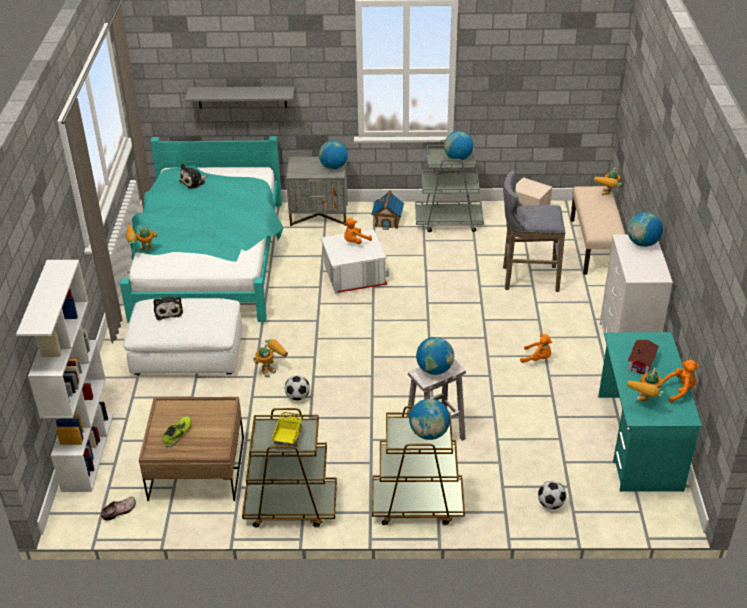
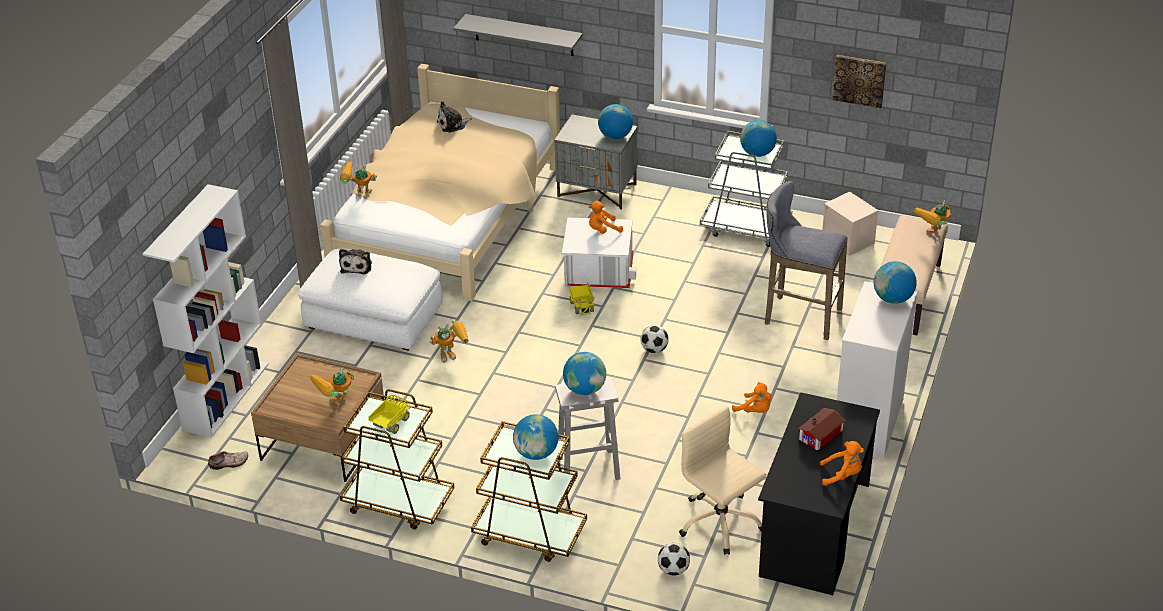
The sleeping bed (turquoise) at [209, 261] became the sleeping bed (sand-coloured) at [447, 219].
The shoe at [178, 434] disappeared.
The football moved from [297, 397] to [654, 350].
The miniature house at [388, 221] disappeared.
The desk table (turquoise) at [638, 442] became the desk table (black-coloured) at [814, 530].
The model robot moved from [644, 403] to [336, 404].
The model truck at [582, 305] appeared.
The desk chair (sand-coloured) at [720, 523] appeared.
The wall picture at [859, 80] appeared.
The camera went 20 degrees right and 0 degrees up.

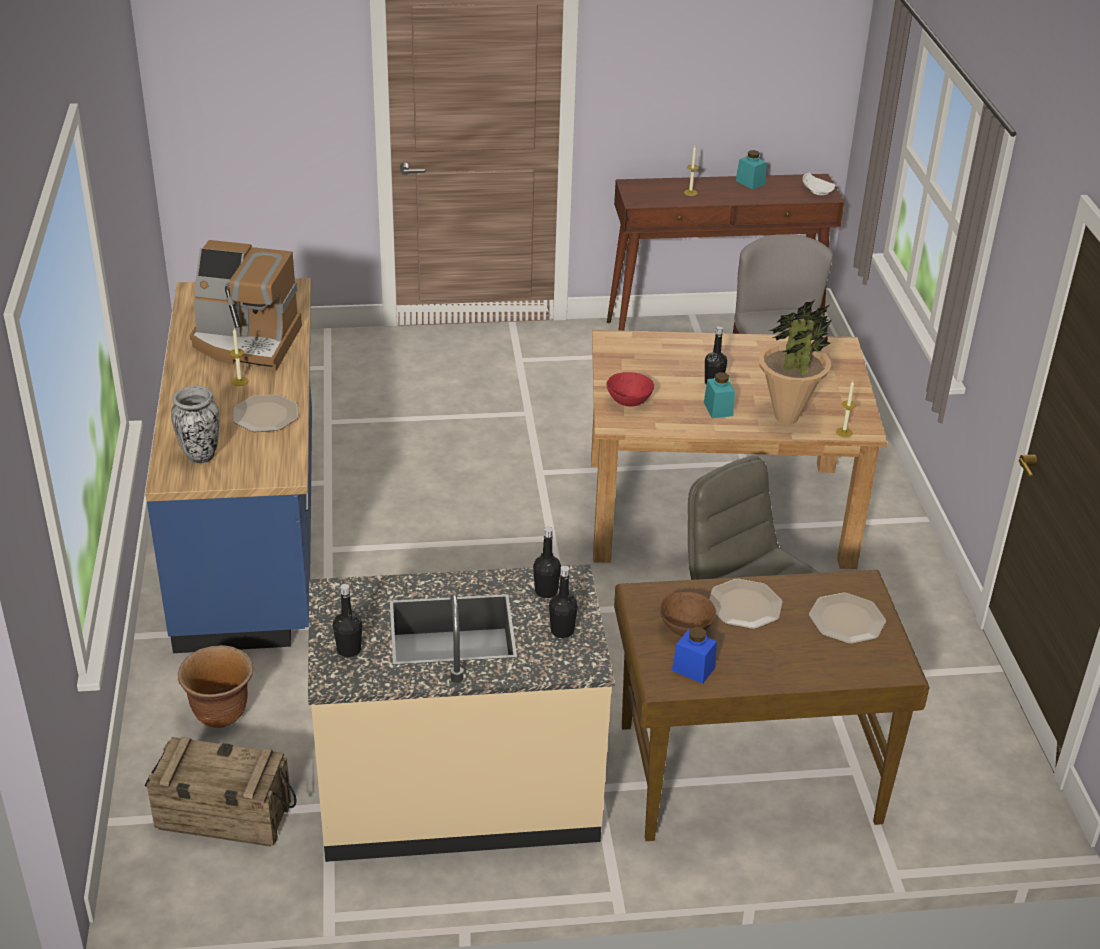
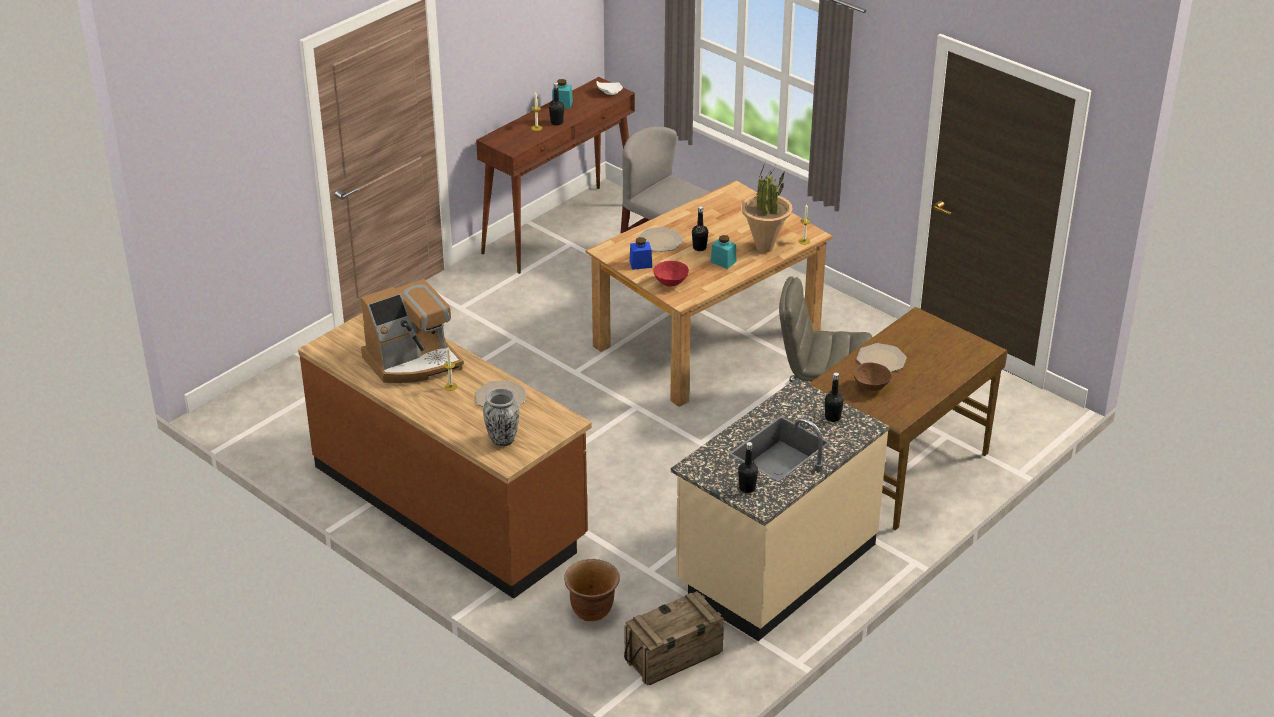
The counter (bluish) at [252, 529] became the counter (brownish) at [450, 503].
The bottle (black-coloured) moved from [546, 591] to [557, 122].
The preserve jar (bluish) moved from [693, 669] to [640, 264].
The dinner plate moved from [846, 620] to [660, 241].
The camera went 40 degrees left and 0 degrees up.

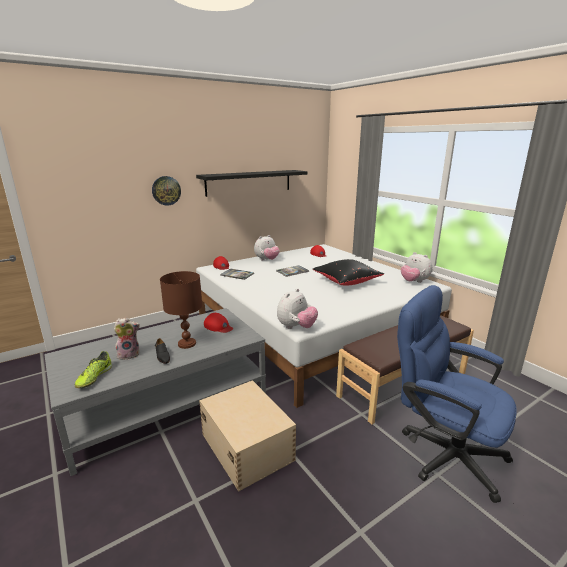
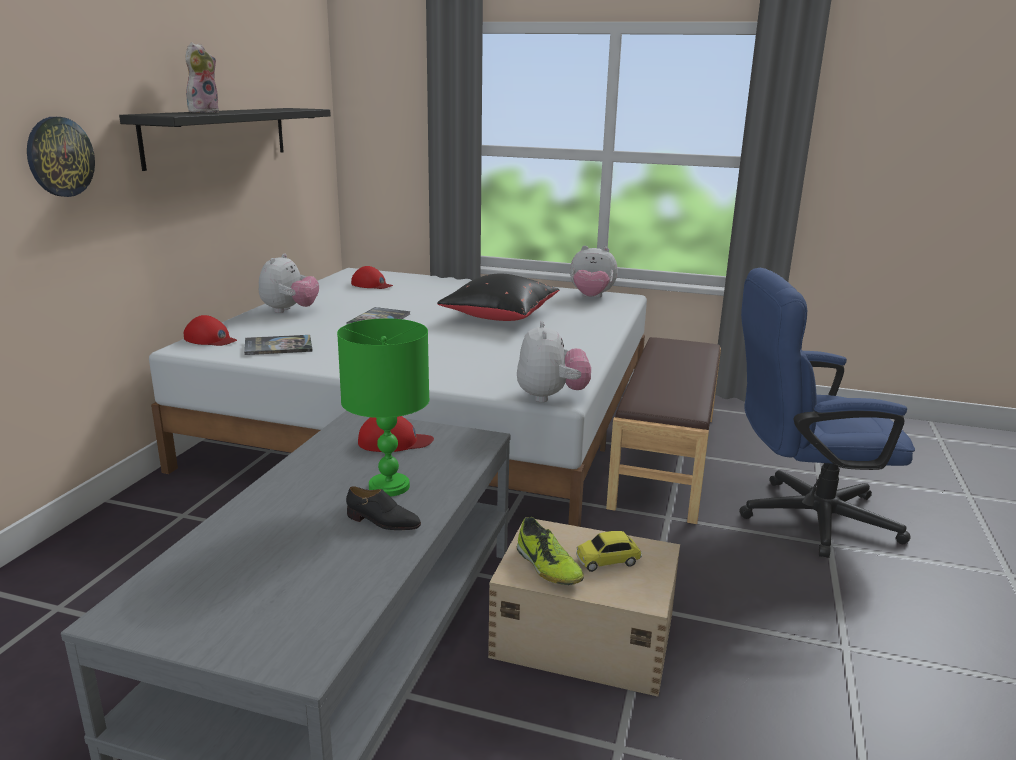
The shoe moved from [94, 377] to [547, 567].
The cuddly toy moved from [129, 354] to [203, 112].
The table lamp (brownish) at [186, 343] became the table lamp (greenish) at [388, 486].
The miniature car at [608, 561] appeared.
The camera went 40 degrees left and 0 degrees up.

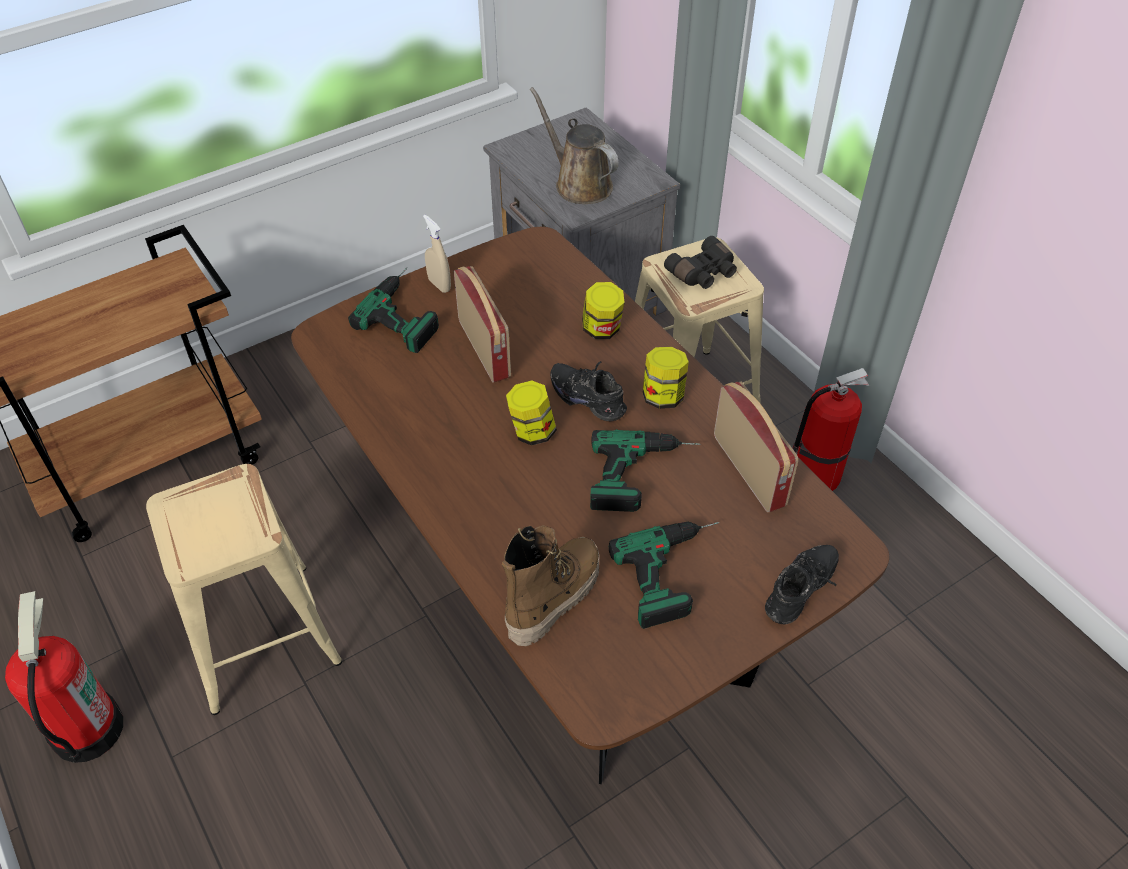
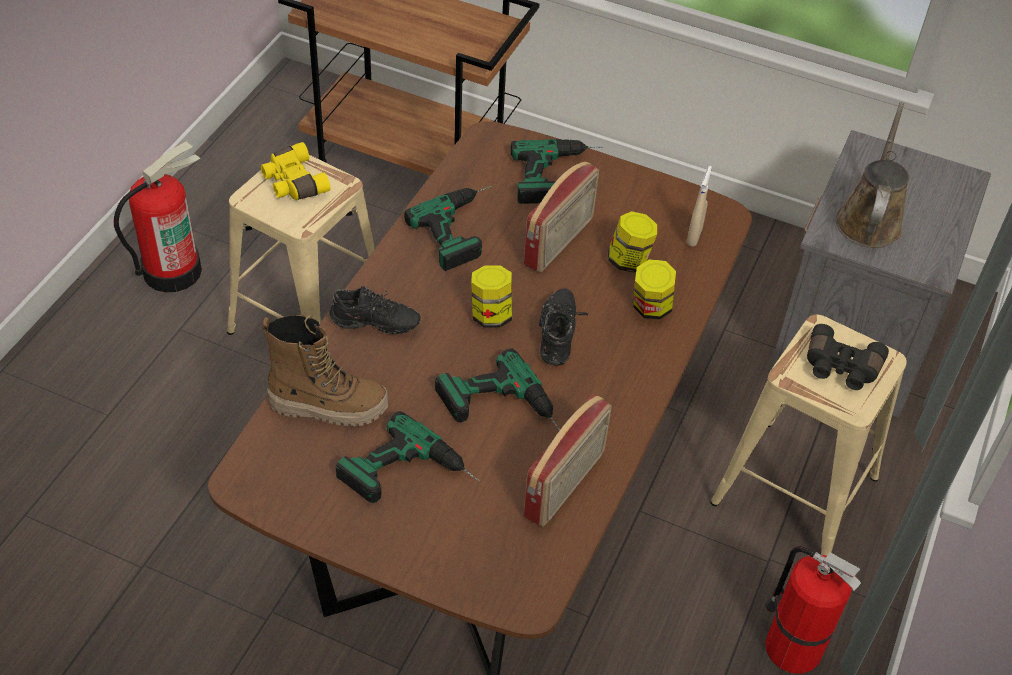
The spray bottle (sand-coloured) moved from [439, 285] to [694, 237].
The preserve jar moved from [663, 396] to [629, 261].
The shoe (black-coloured) moved from [802, 593] to [374, 326].
The field glasses (yellow) at [293, 182] appeared.
The electric drill at [464, 228] appeared.
The camera went 55 degrees right and 0 degrees up.

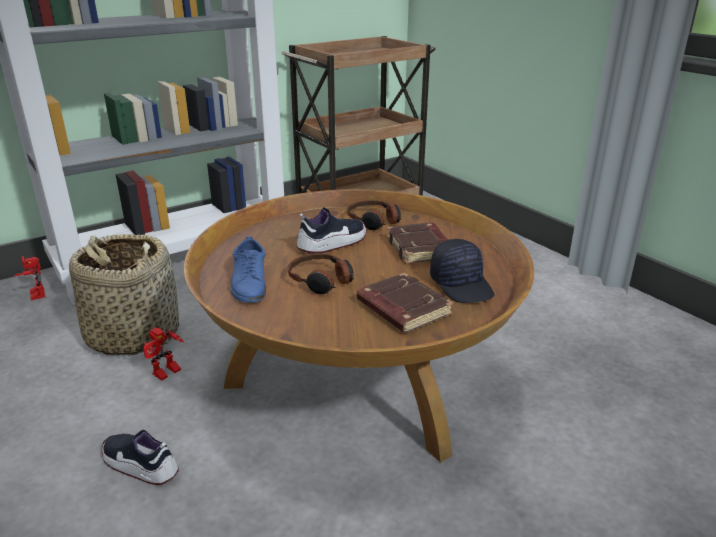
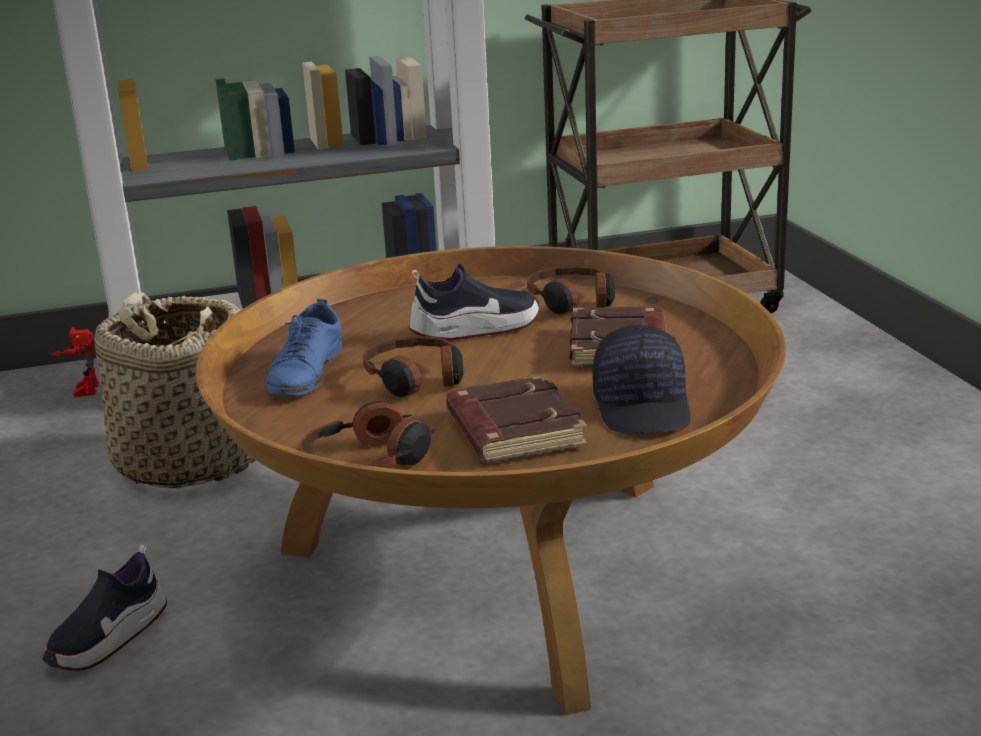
The shoe at [141, 466] turned 105 degrees counterclockwise.
The model robot at [167, 374] disappeared.
The pair of headphones at [369, 461] appeared.
The camera went 20 degrees right and 5 degrees down.

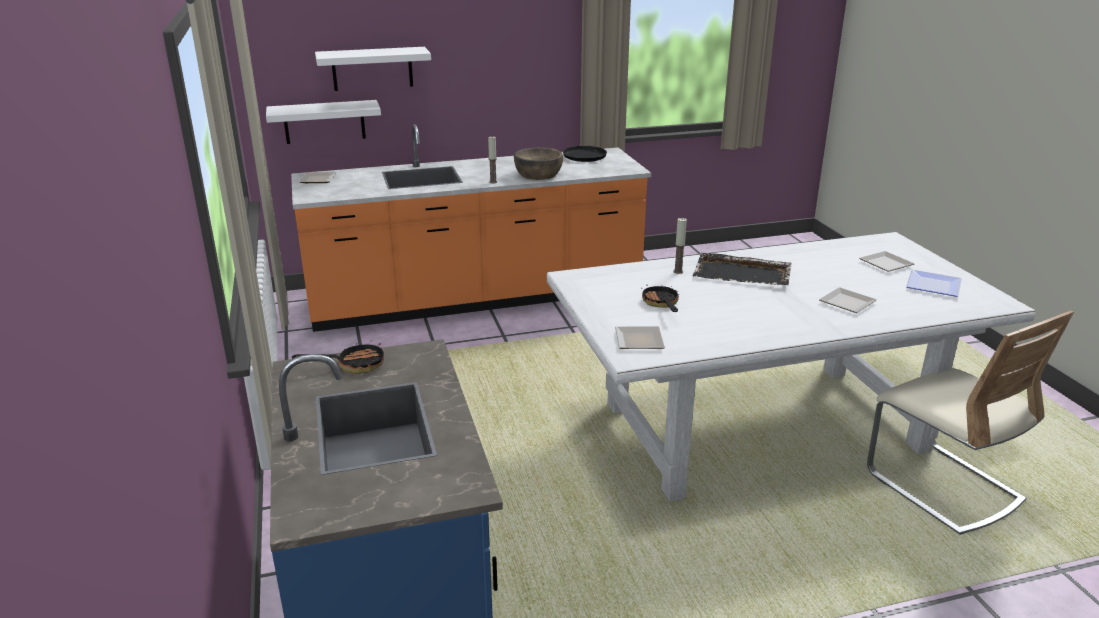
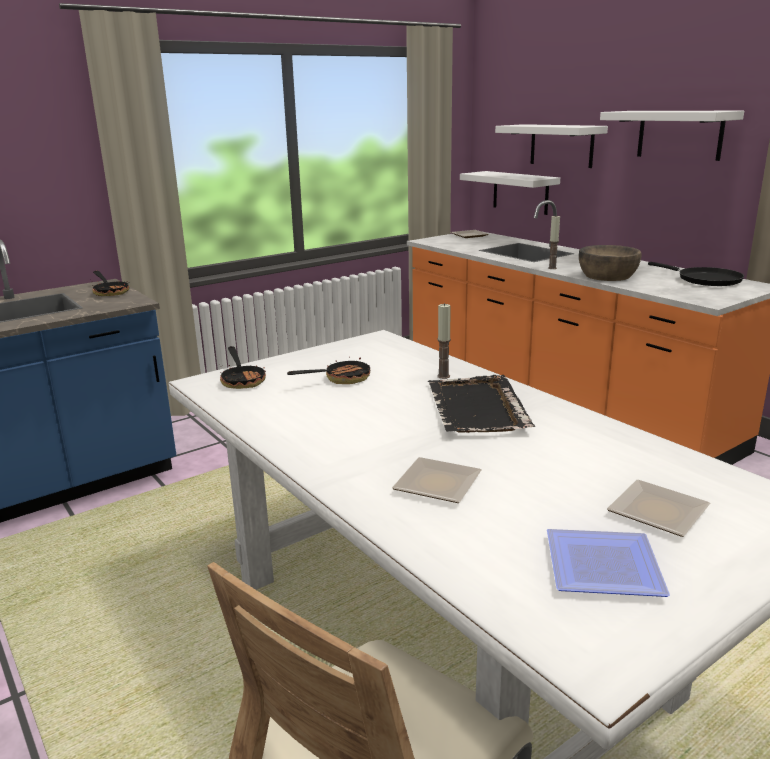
The dinner plate at [637, 340] was replaced by the skillet at [242, 380].
The wall shelf (white-coloured) at [679, 134] appeared.
The camera went 70 degrees right and 5 degrees down.

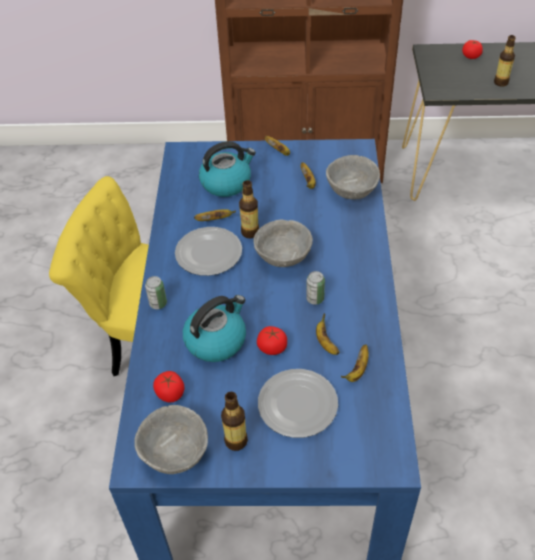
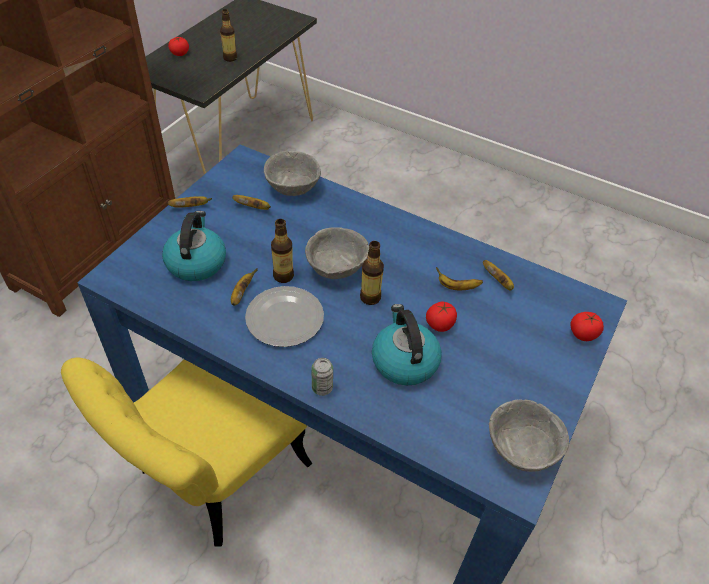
The tomato moved from [170, 393] to [583, 334].
The bottle moved from [236, 441] to [370, 297].
The dinner plate at [299, 404] disappeared.
The sealed can at [315, 299] disappeared.
The camera went 65 degrees left and 0 degrees up.

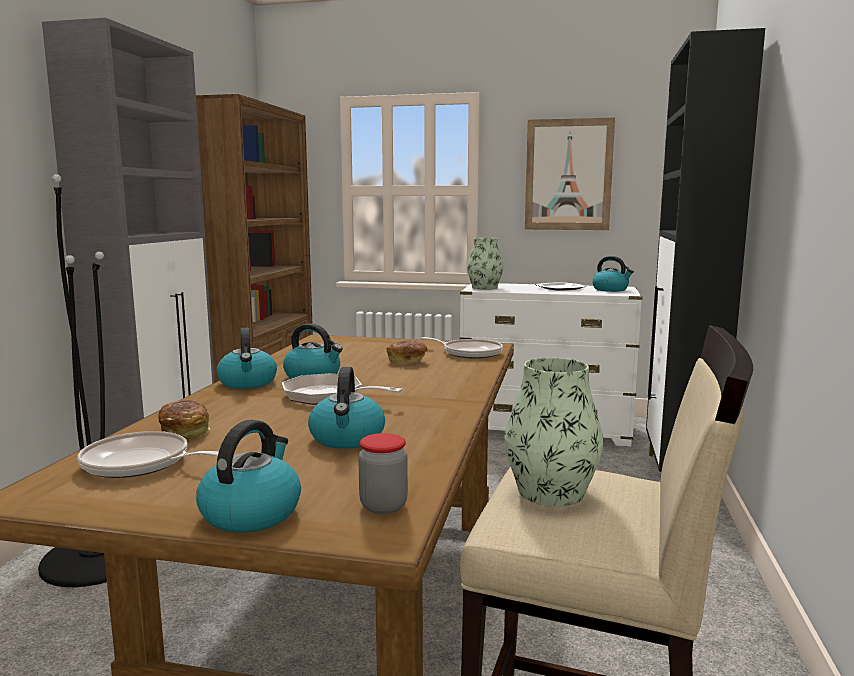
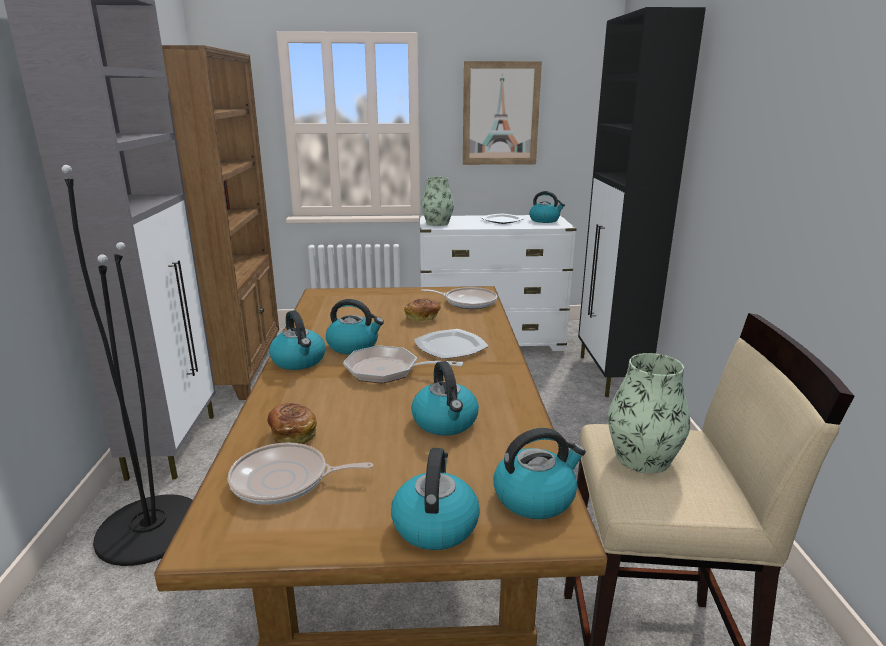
The preserve jar at [383, 506] was replaced by the water kettle at [535, 497].
The dinner plate at [451, 347] appeared.
The camera went 15 degrees left and 10 degrees up.

